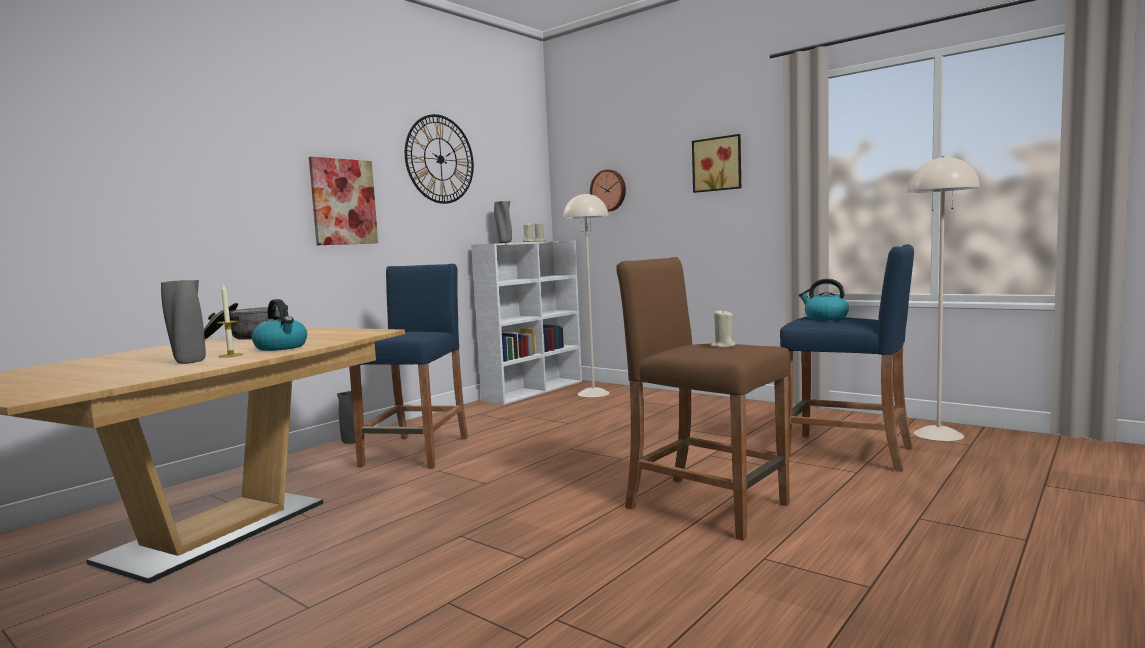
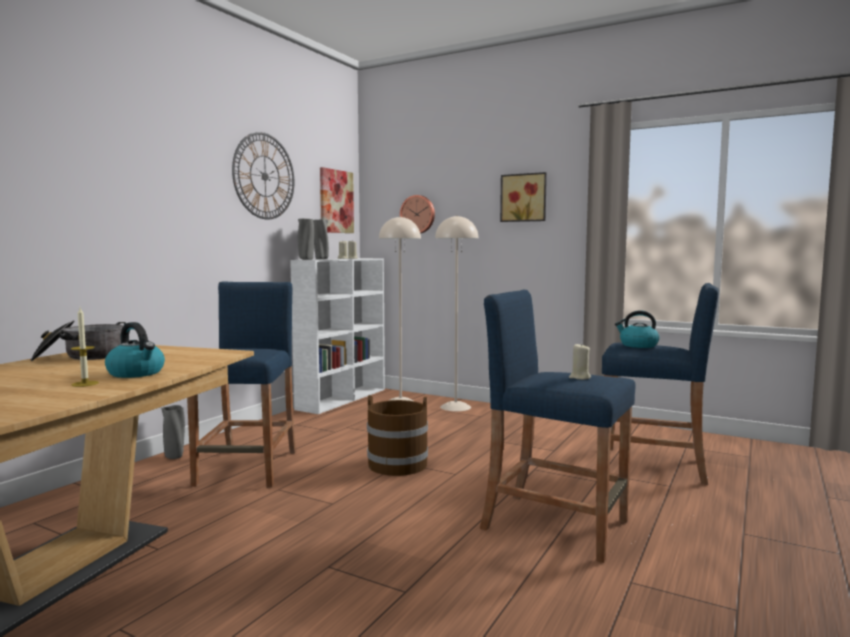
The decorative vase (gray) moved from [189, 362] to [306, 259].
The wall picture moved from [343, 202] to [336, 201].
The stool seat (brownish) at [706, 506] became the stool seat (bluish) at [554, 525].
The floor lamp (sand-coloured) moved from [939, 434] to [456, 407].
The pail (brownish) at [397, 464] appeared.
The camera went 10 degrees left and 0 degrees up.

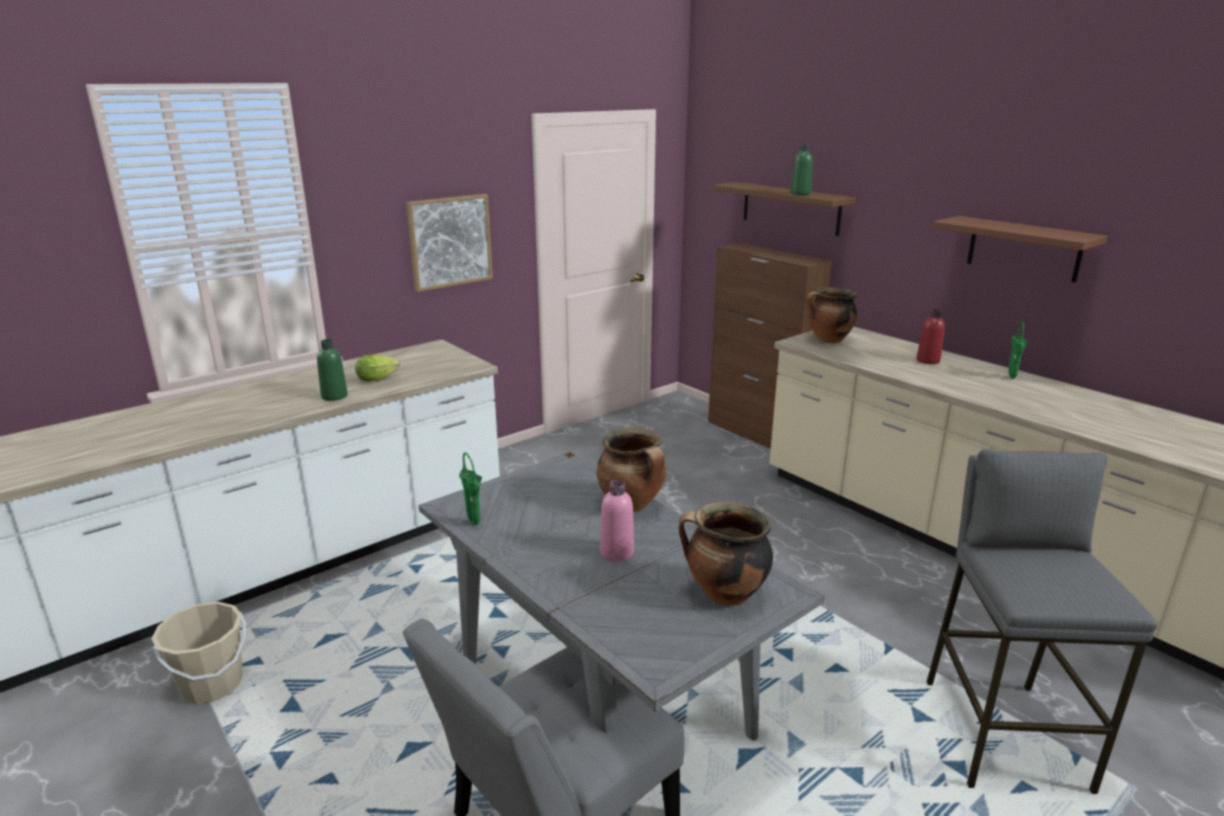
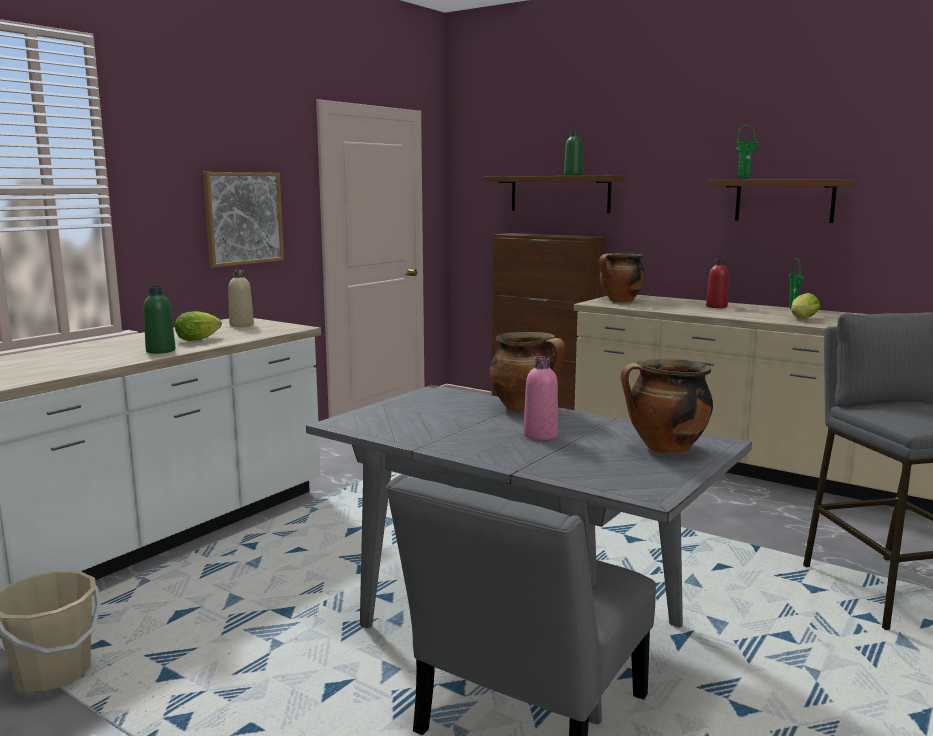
The decorative vase (greenish) moved from [475, 524] to [745, 179].
The bottle (sand-coloured) at [241, 325] appeared.
The head of lettuce at [801, 318] appeared.
The camera went 15 degrees left and 10 degrees down.

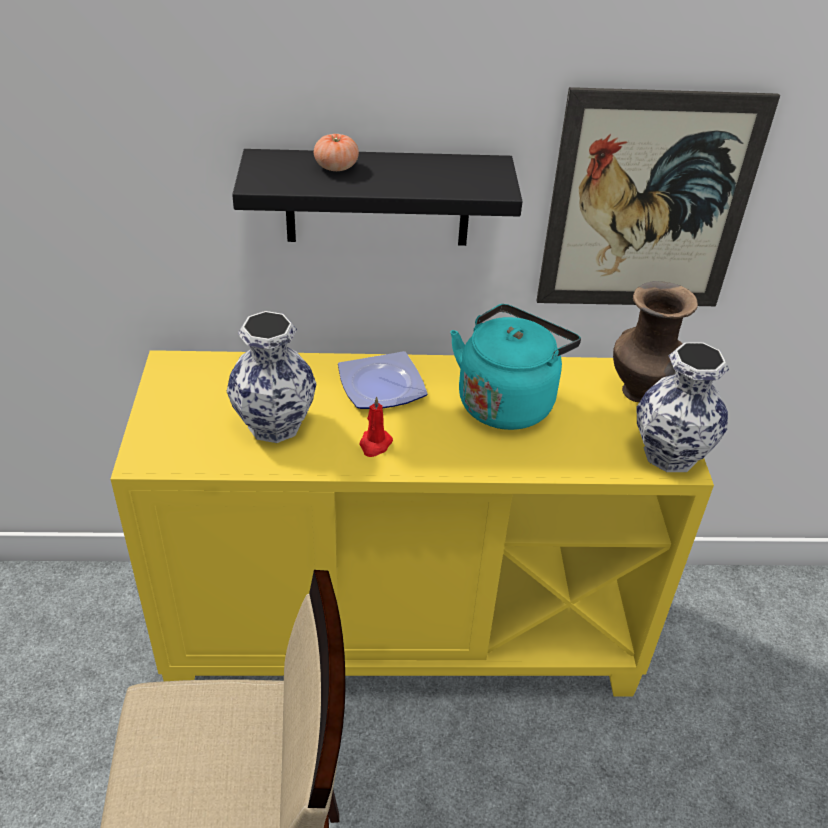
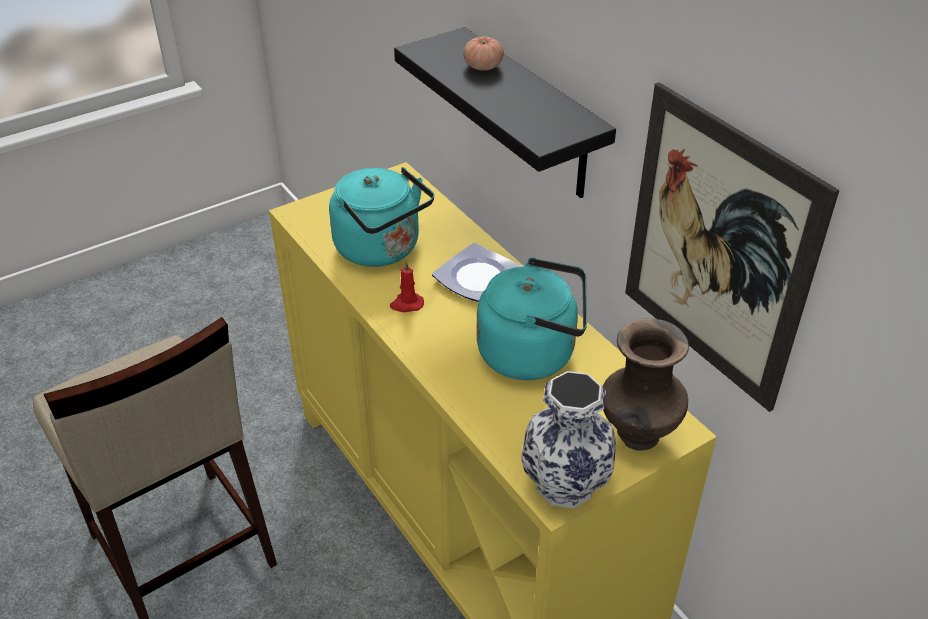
The decorative vase at [275, 425] was replaced by the water kettle (turquoise) at [382, 250].
The camera went 60 degrees right and 0 degrees up.

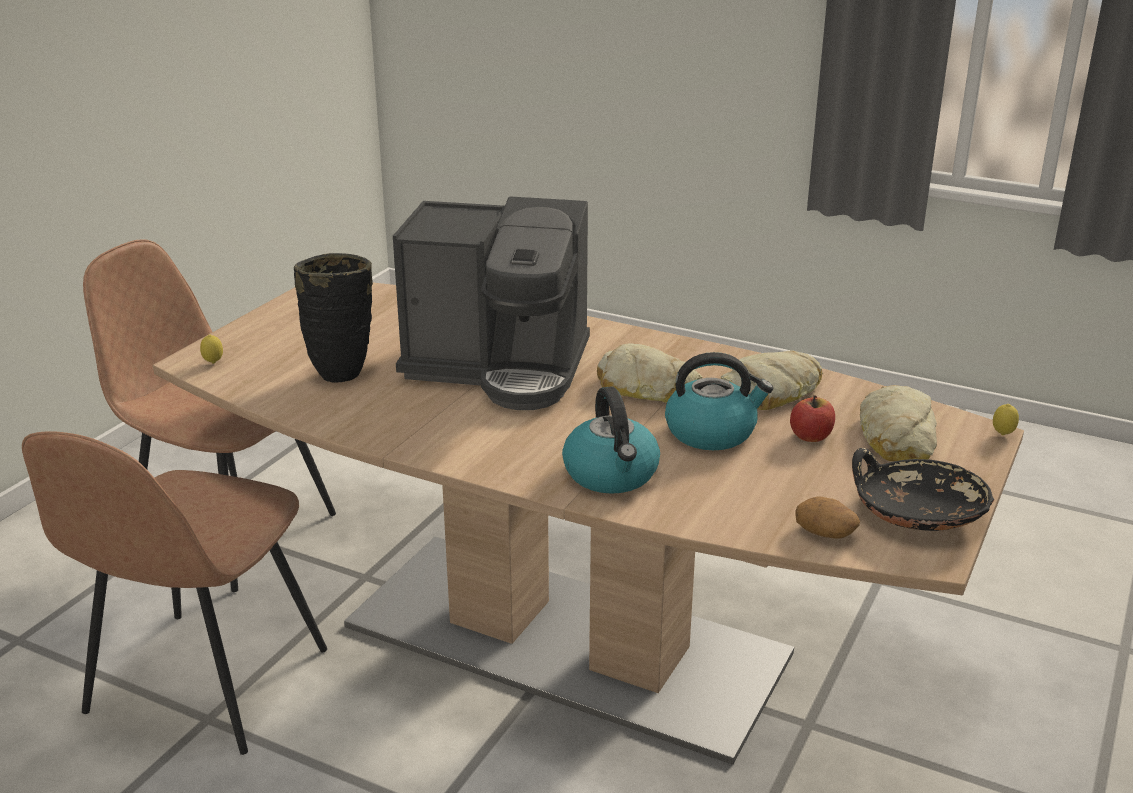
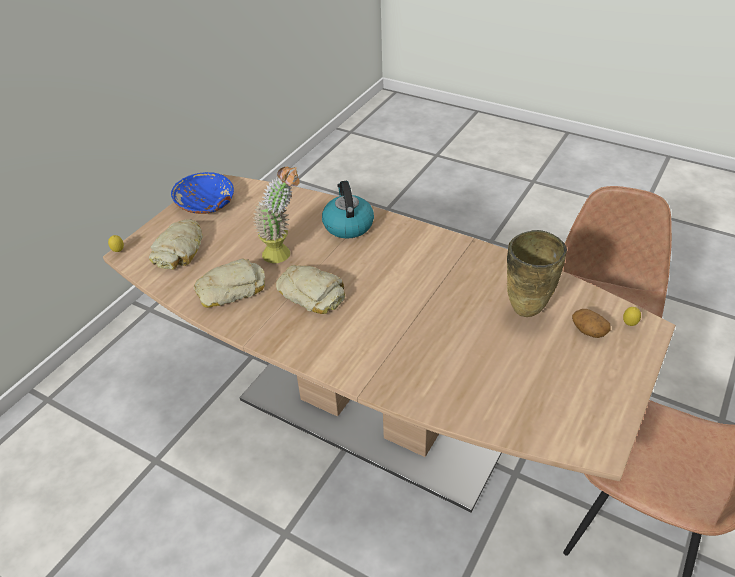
The decorative vase (black-coloured) at [343, 373] became the decorative vase (sand-coloured) at [525, 311].
The coffee machine at [500, 368] disappeared.
The water kettle at [712, 432] was replaced by the plant in a pot at [284, 254].
The apple fruit at [811, 436] disappeared.
The spud moved from [826, 532] to [588, 330].
The serving bowl (black-coloured) at [916, 513] became the serving bowl (bluish) at [206, 203].
The camera went 175 degrees left and 15 degrees up.

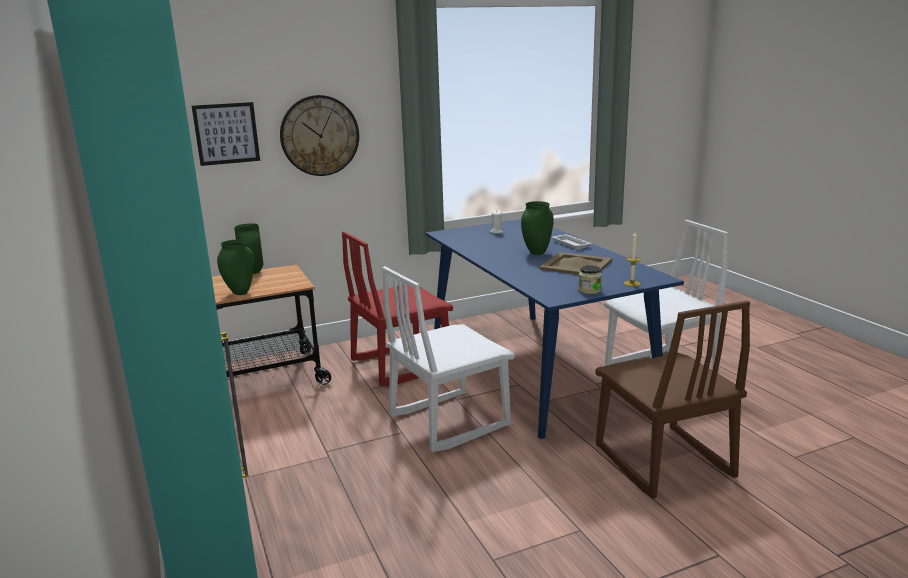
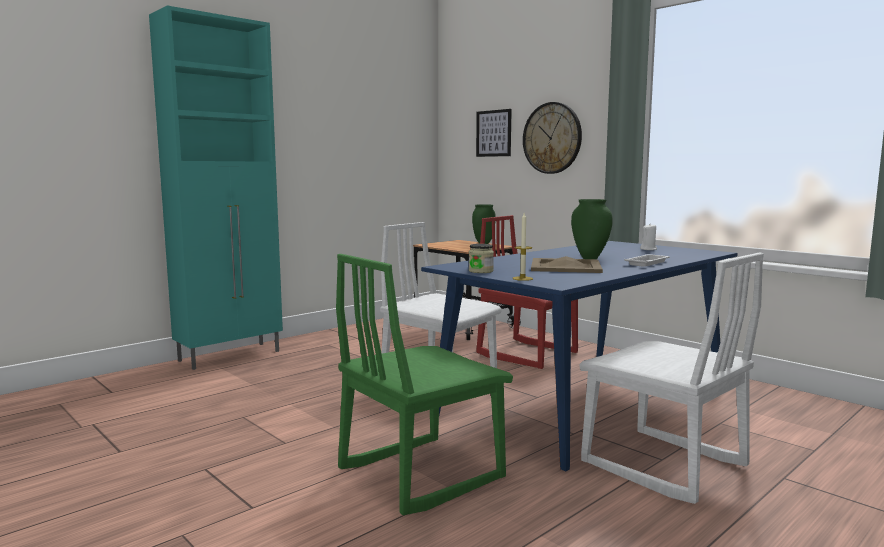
The decorative vase (greenish) at [240, 293] disappeared.
The plain chair (brownish) at [662, 462] became the plain chair (greenish) at [420, 473].
The camera went 70 degrees right and 10 degrees down.

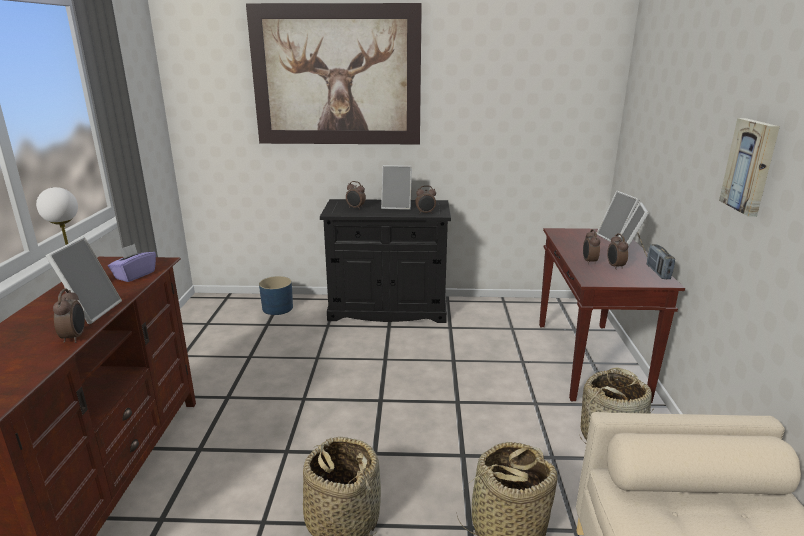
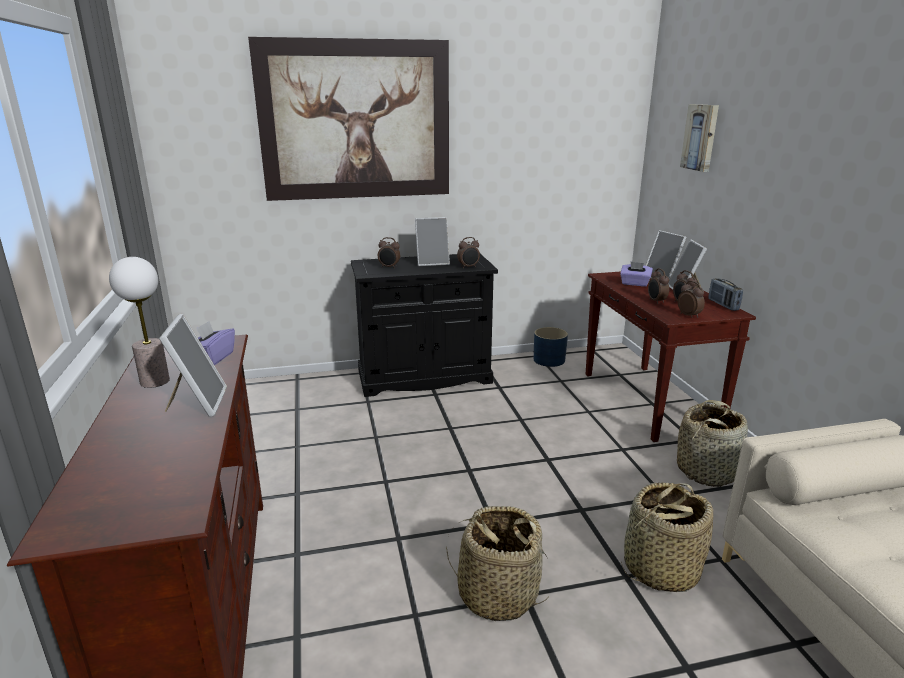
The bedside clock moved from [75, 337] to [689, 315].
The plant pot (bluish) moved from [278, 308] to [549, 360].
The wall picture moved from [751, 166] to [701, 137].
The tissue box (purple-coloured) at [634, 284] appeared.
The camera went 15 degrees left and 0 degrees up.

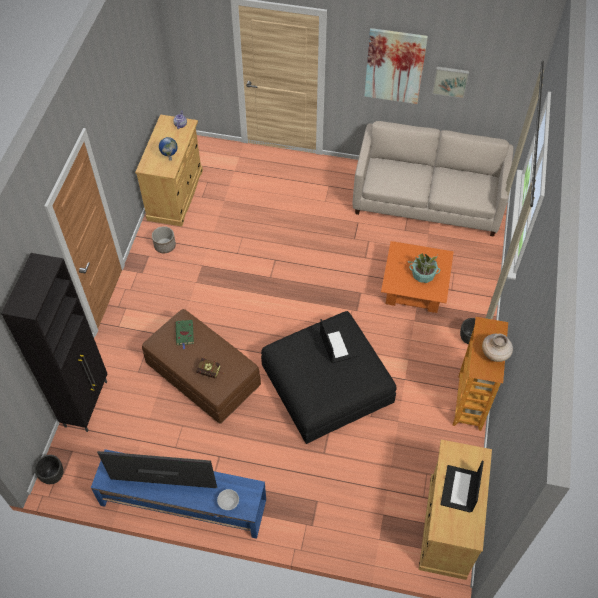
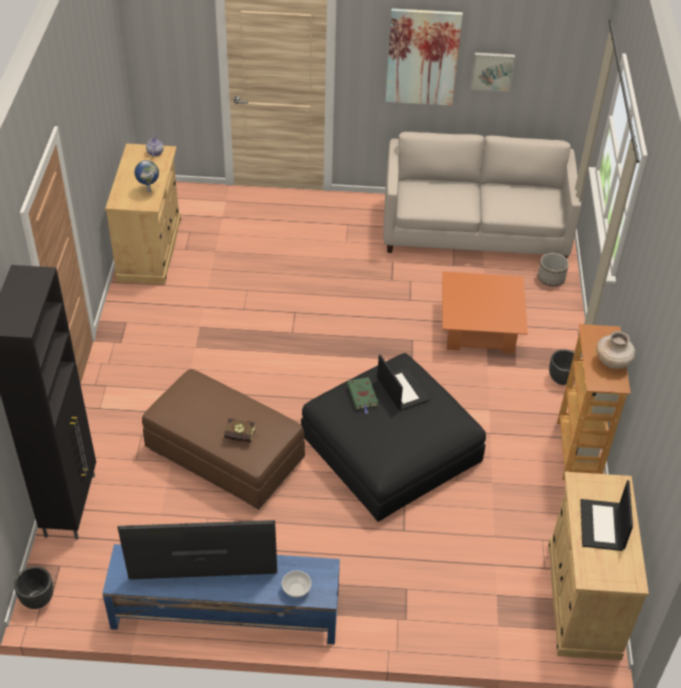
The plant pot moved from [165, 245] to [551, 278].
The volume (greenish) moved from [185, 334] to [363, 396].
The plant in a pot at [423, 275] disappeared.
The camera went 10 degrees left and 10 degrees down.

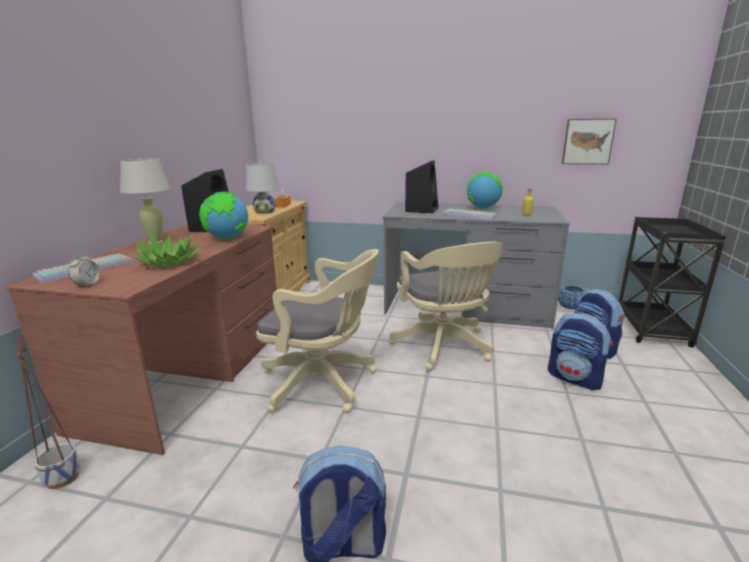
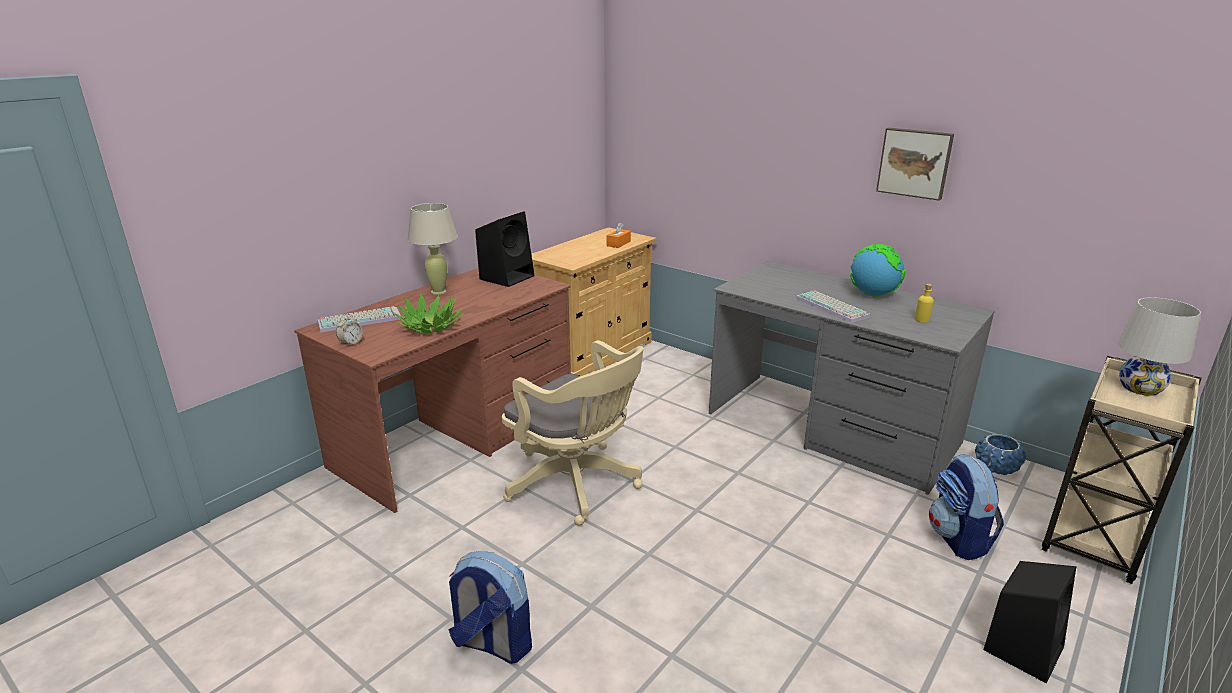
The plant pot at [62, 478] disappeared.
The world globe at [227, 239] disappeared.
The table lamp (white-coloured) moved from [264, 212] to [1140, 388].
The desk chair (sand-coloured) at [444, 348] disappeared.
The speaker (black-coloured) moved from [422, 209] to [1023, 647].
The backpack at [575, 378] disappeared.
The wall picture moved from [587, 141] to [915, 163].
The trolley (black-coloured) at [651, 329] became the trolley (sand-coloured) at [1093, 538].
The camera went 25 degrees right and 5 degrees up.

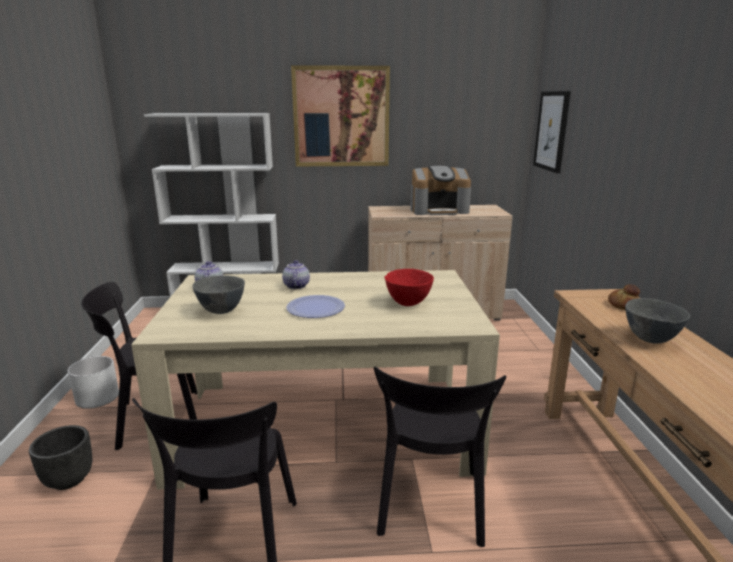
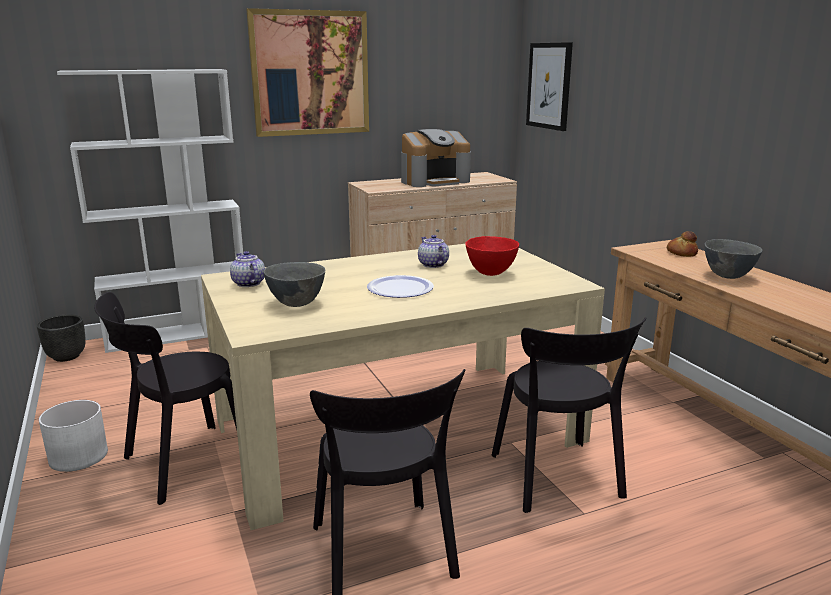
The plant pot (black-coloured) moved from [69, 479] to [66, 356].
The tea pot moved from [295, 286] to [432, 265].
The camera went 20 degrees left and 0 degrees up.

